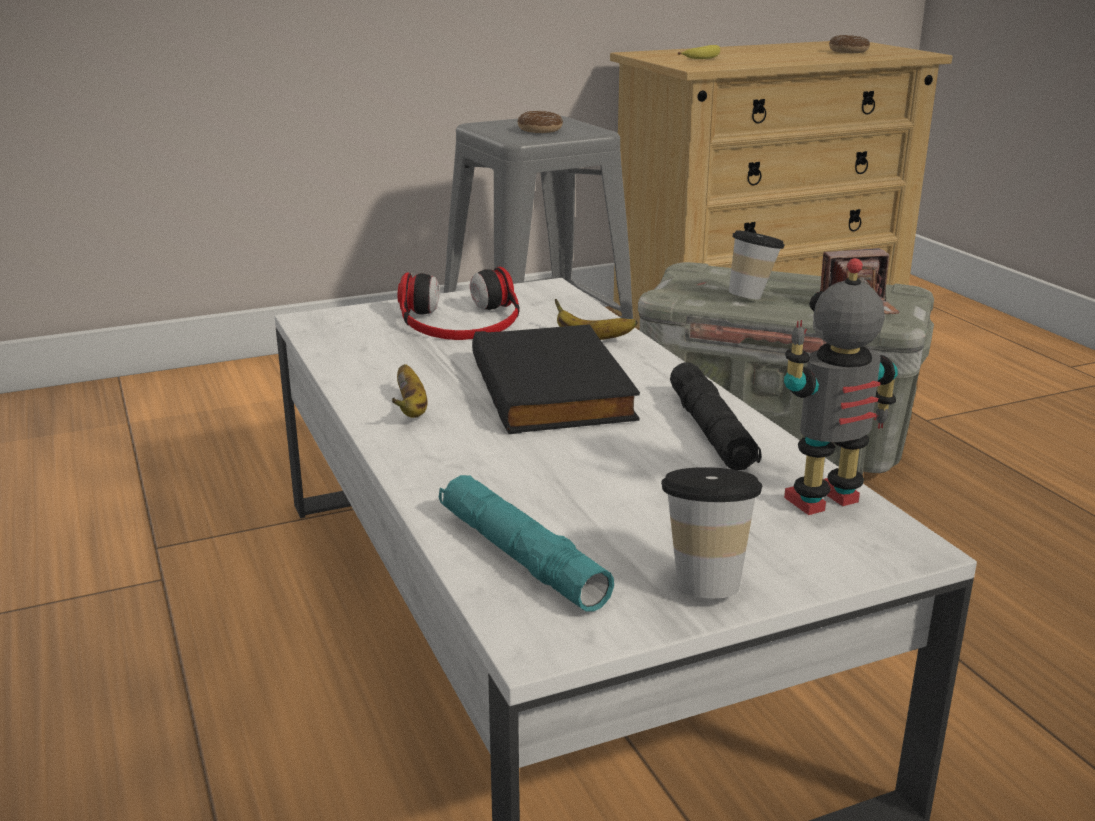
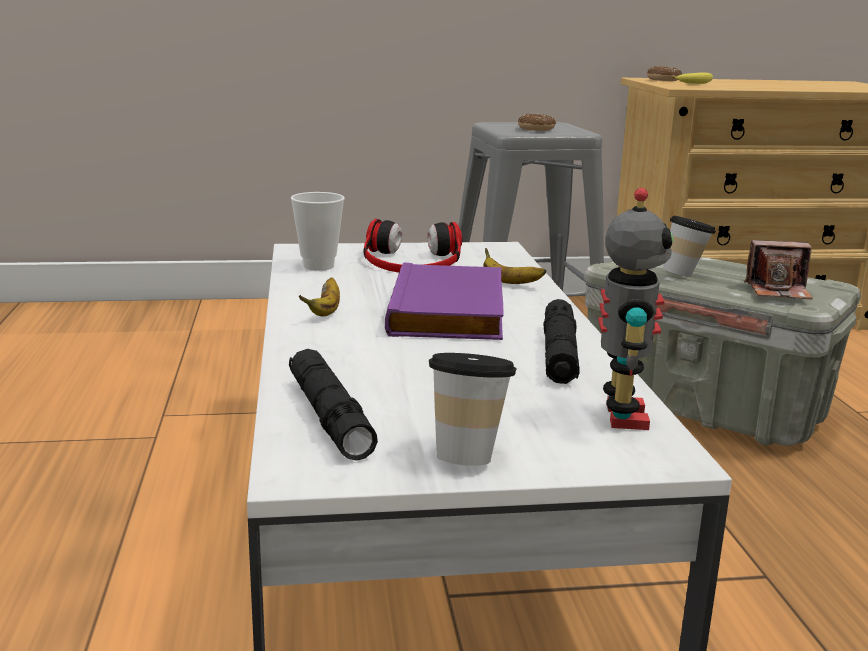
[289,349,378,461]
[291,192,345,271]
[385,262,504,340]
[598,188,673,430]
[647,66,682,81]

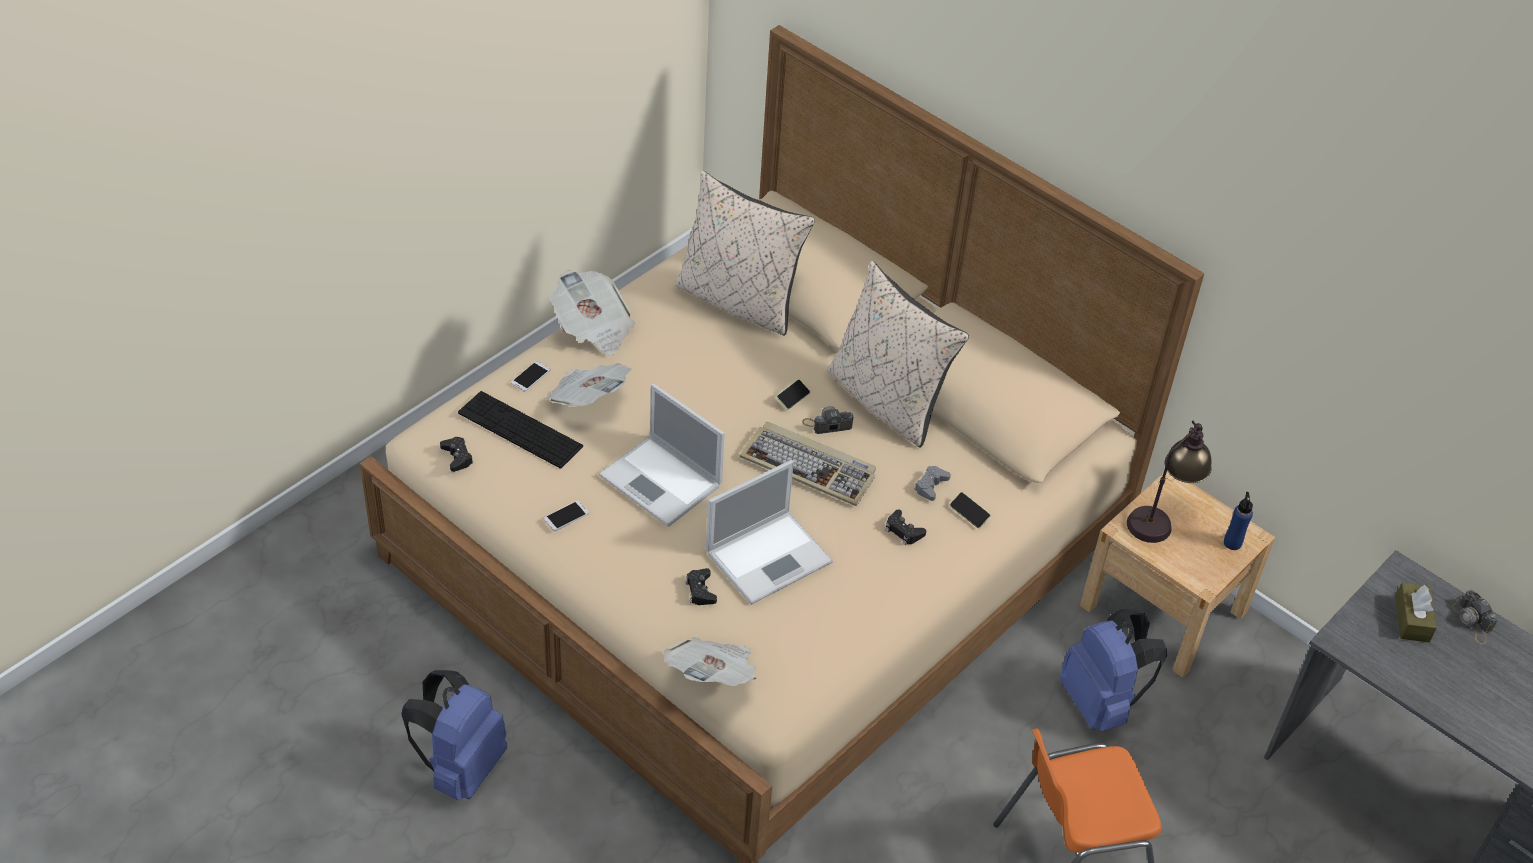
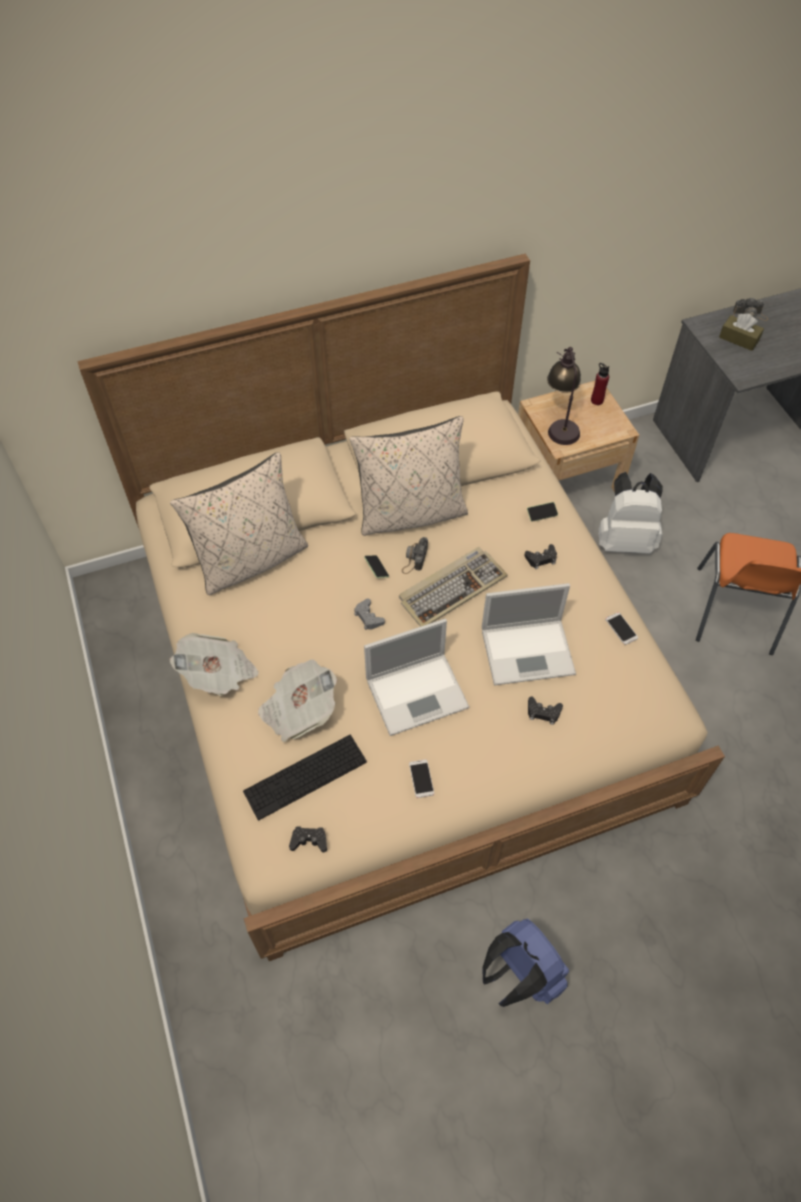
[354,599,385,630]
[482,583,576,685]
[591,363,609,405]
[598,472,663,554]
[605,612,638,645]
[663,637,756,686] (first image)

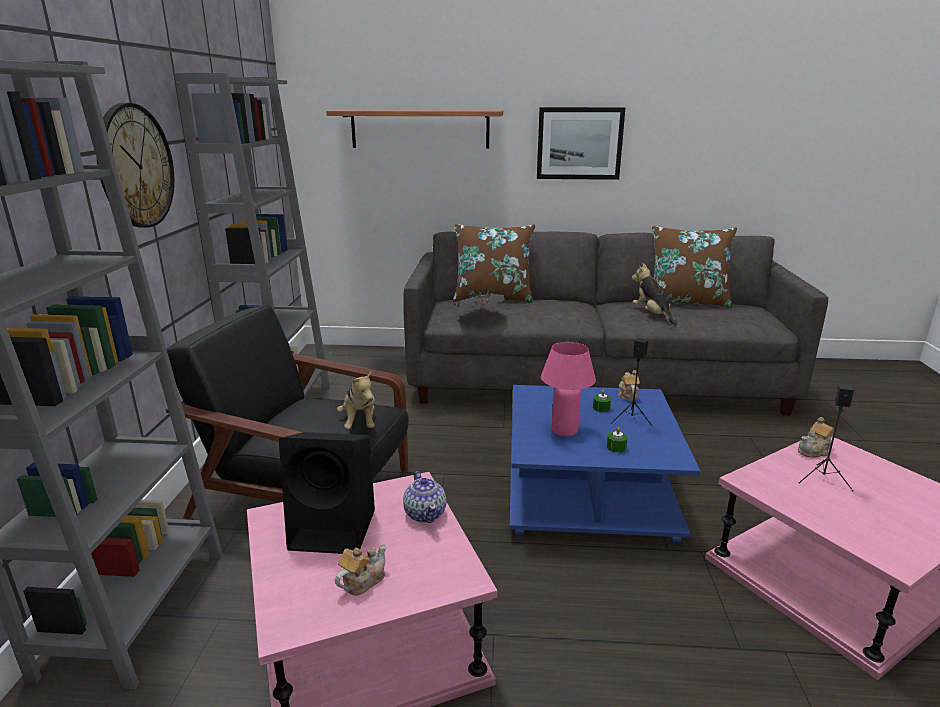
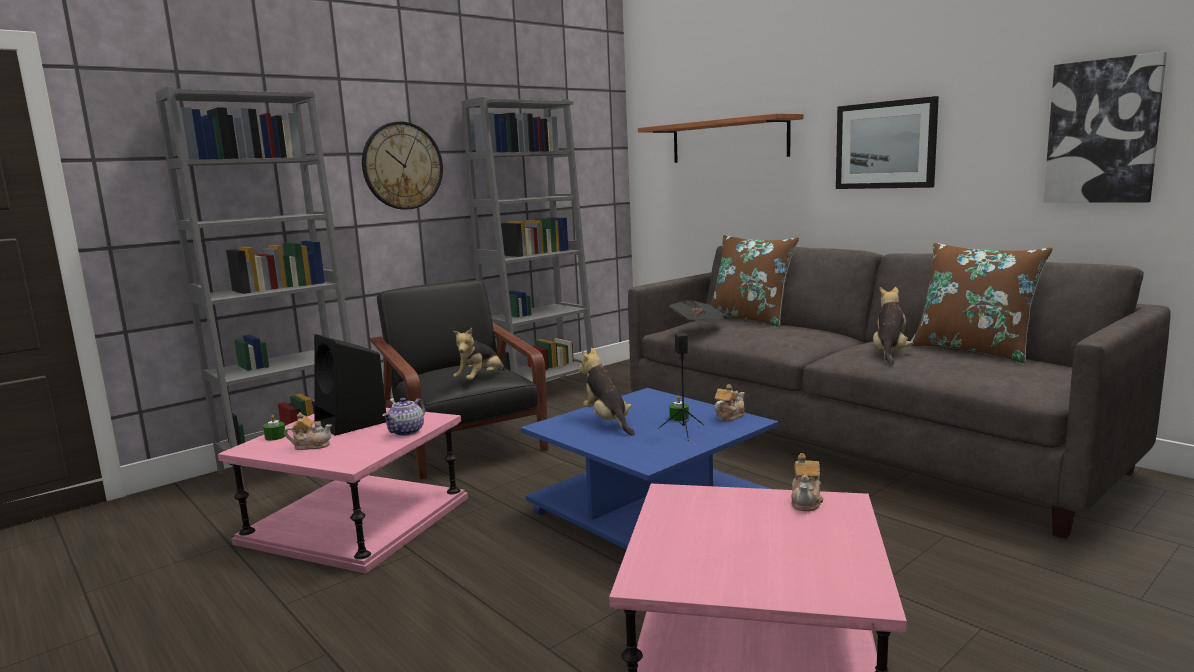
[263,415,286,441]
[578,348,635,436]
[791,453,823,511]
[1043,52,1167,203]
[799,384,854,491] (first image)

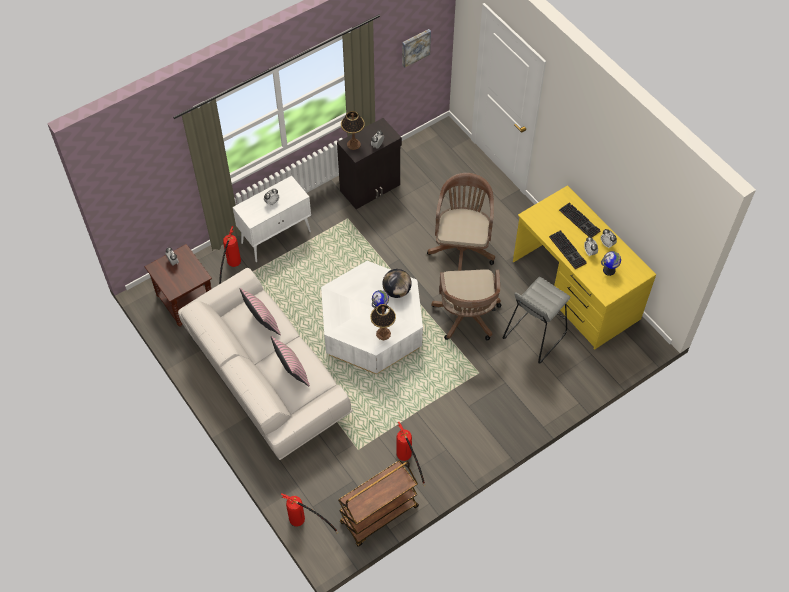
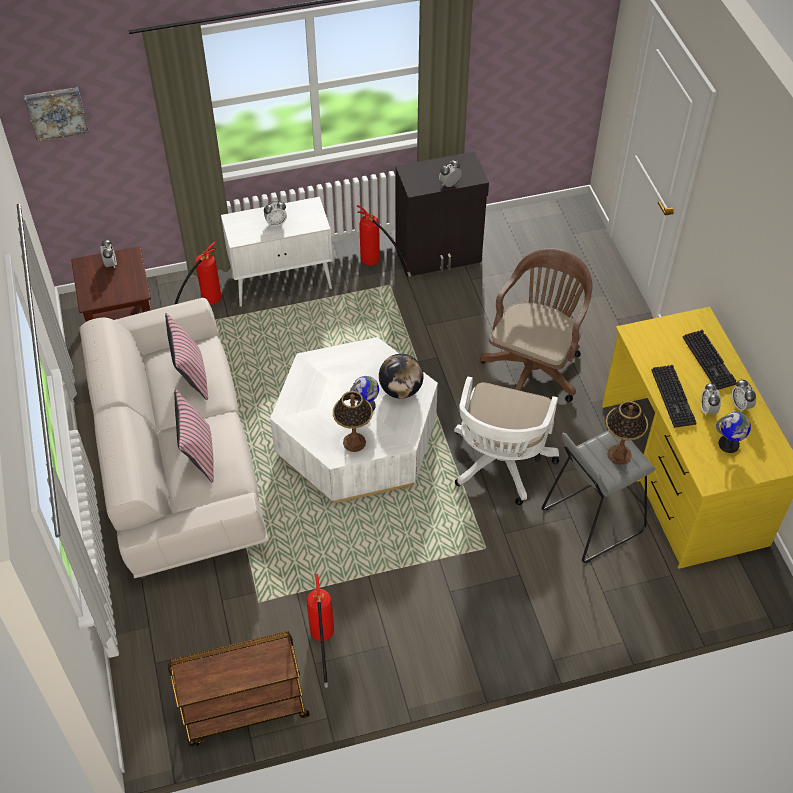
[24,87,89,142]
[357,205,411,277]
[454,376,559,505]
[606,401,648,465]

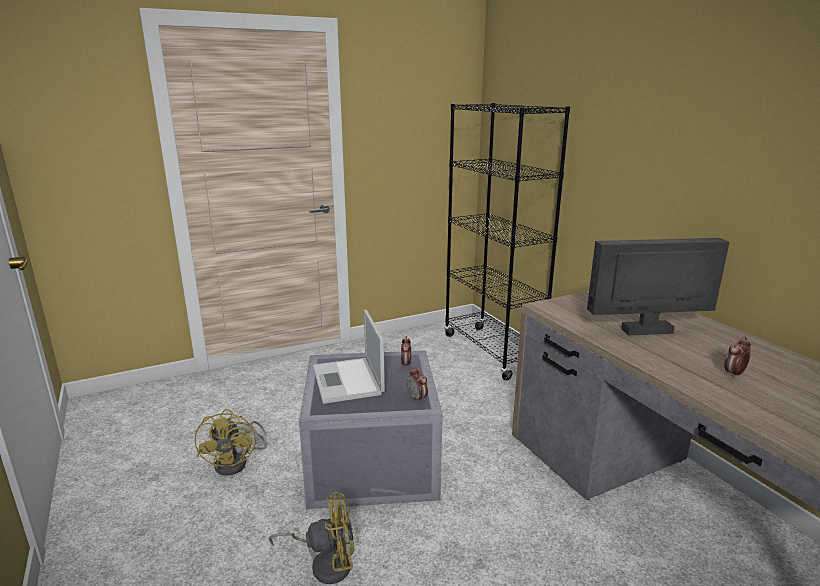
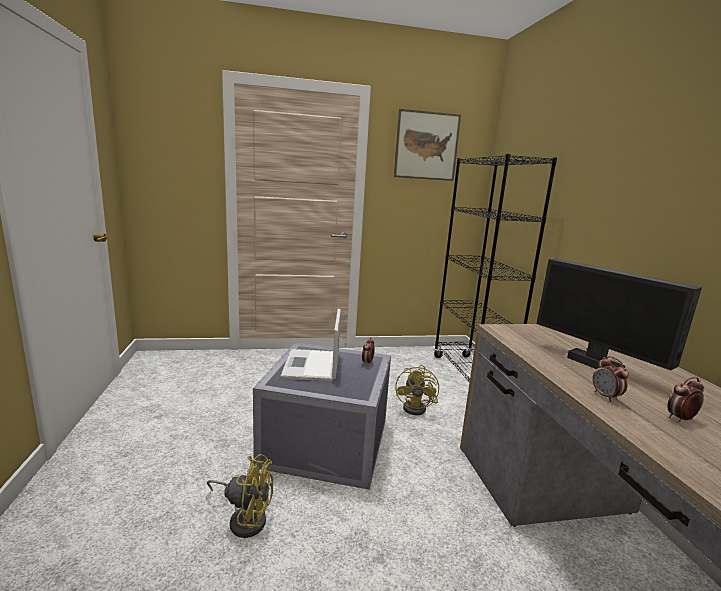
[394,109,461,181]
[395,365,439,415]
[537,259,702,370]
[593,356,629,402]

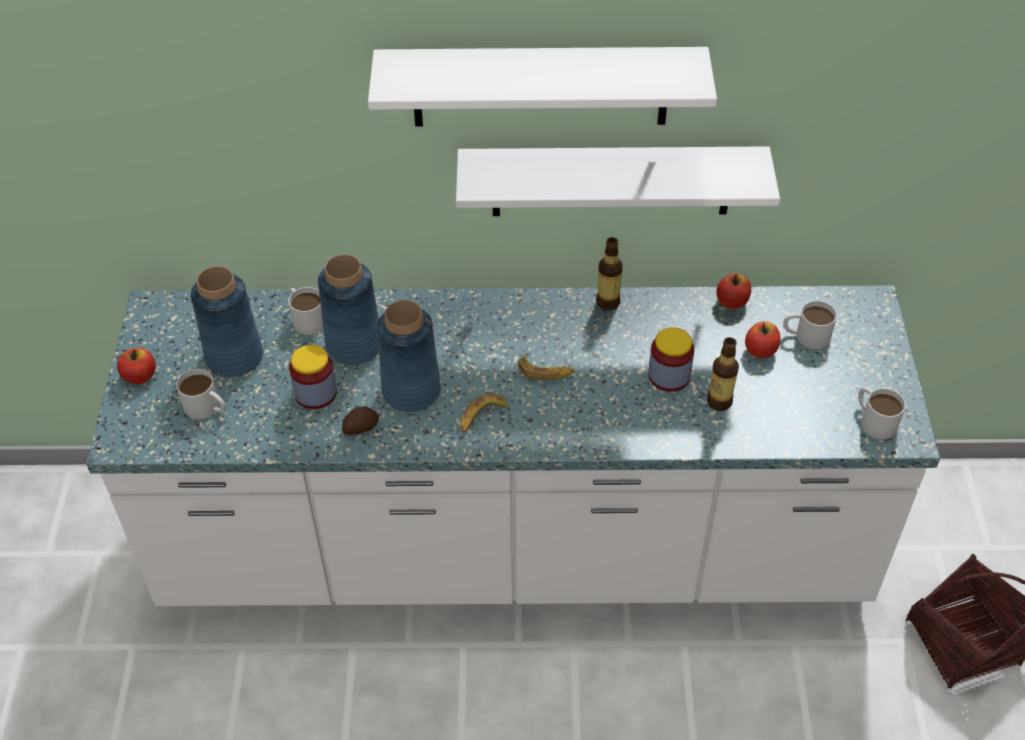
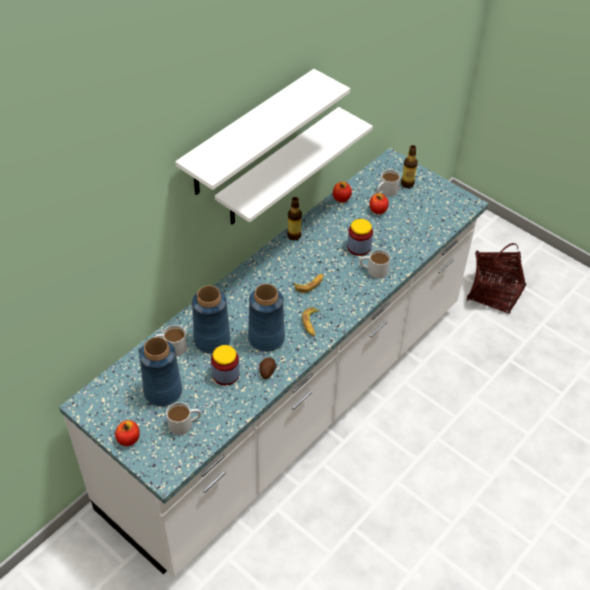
[360,249,390,279]
[401,145,418,188]

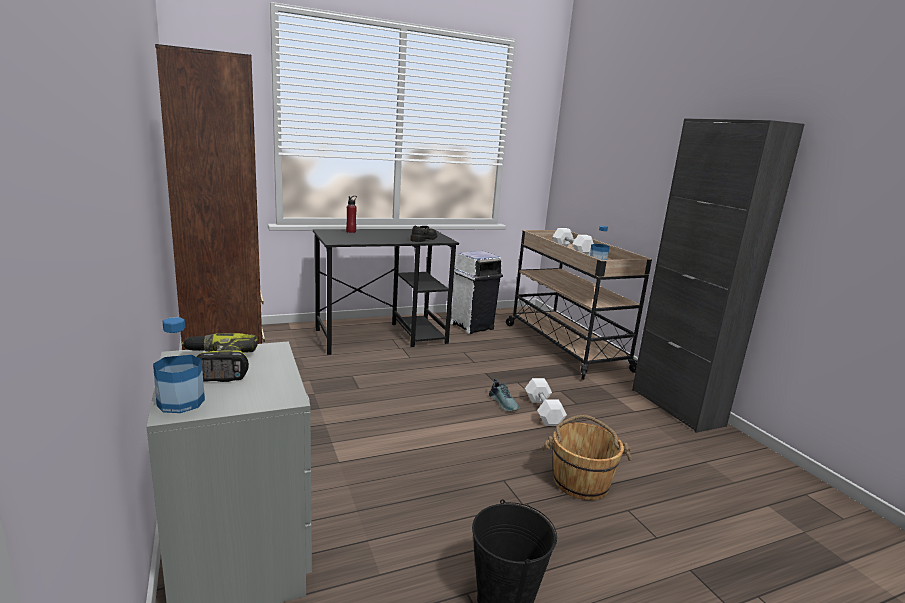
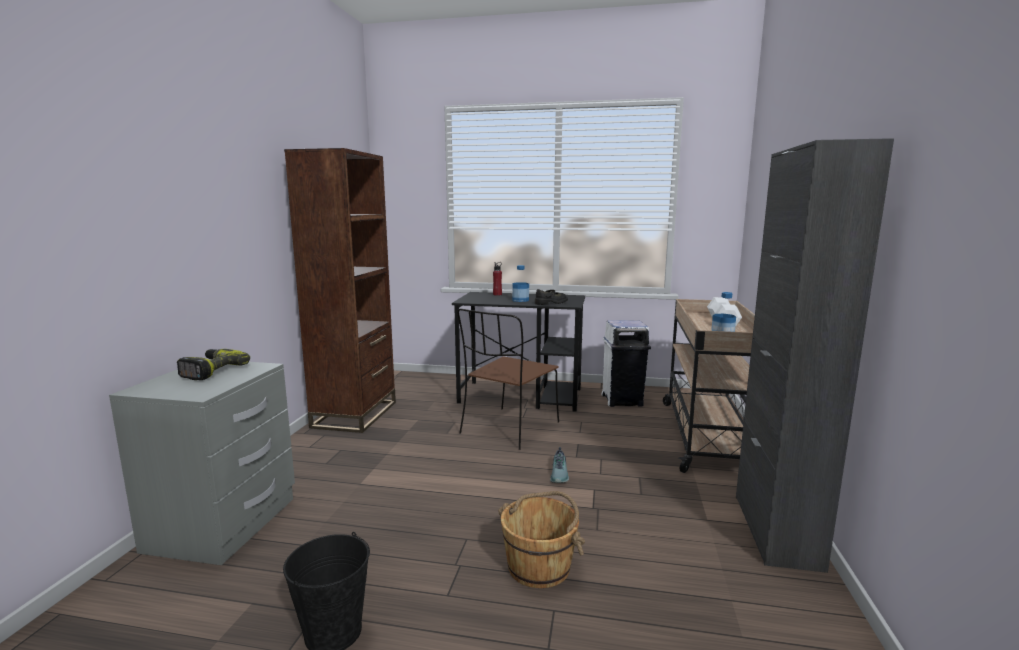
[457,309,559,450]
[512,265,529,302]
[525,378,567,426] (first image)

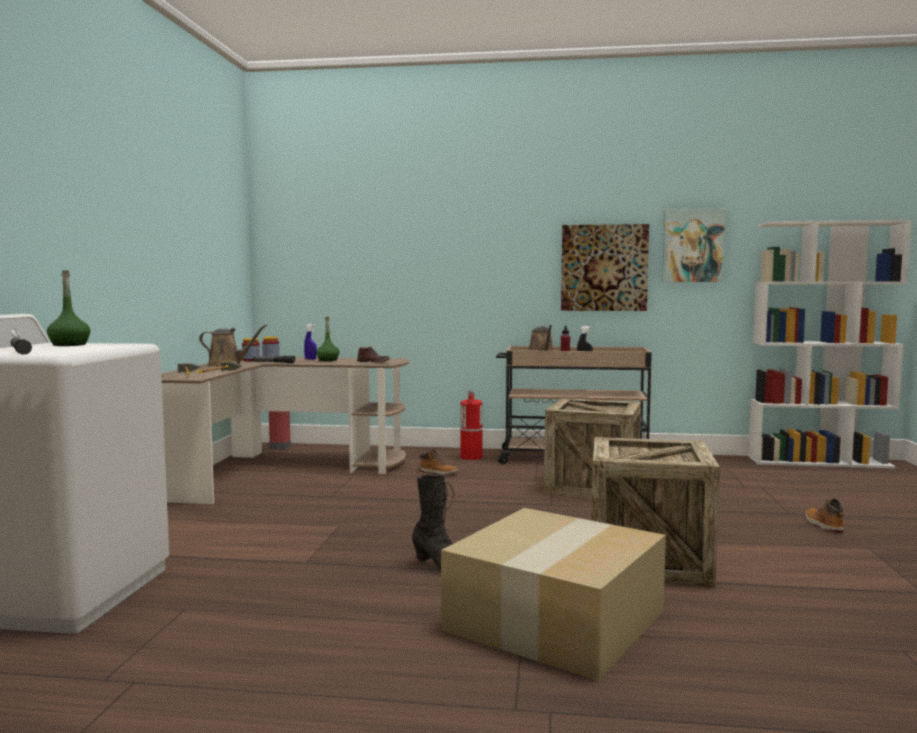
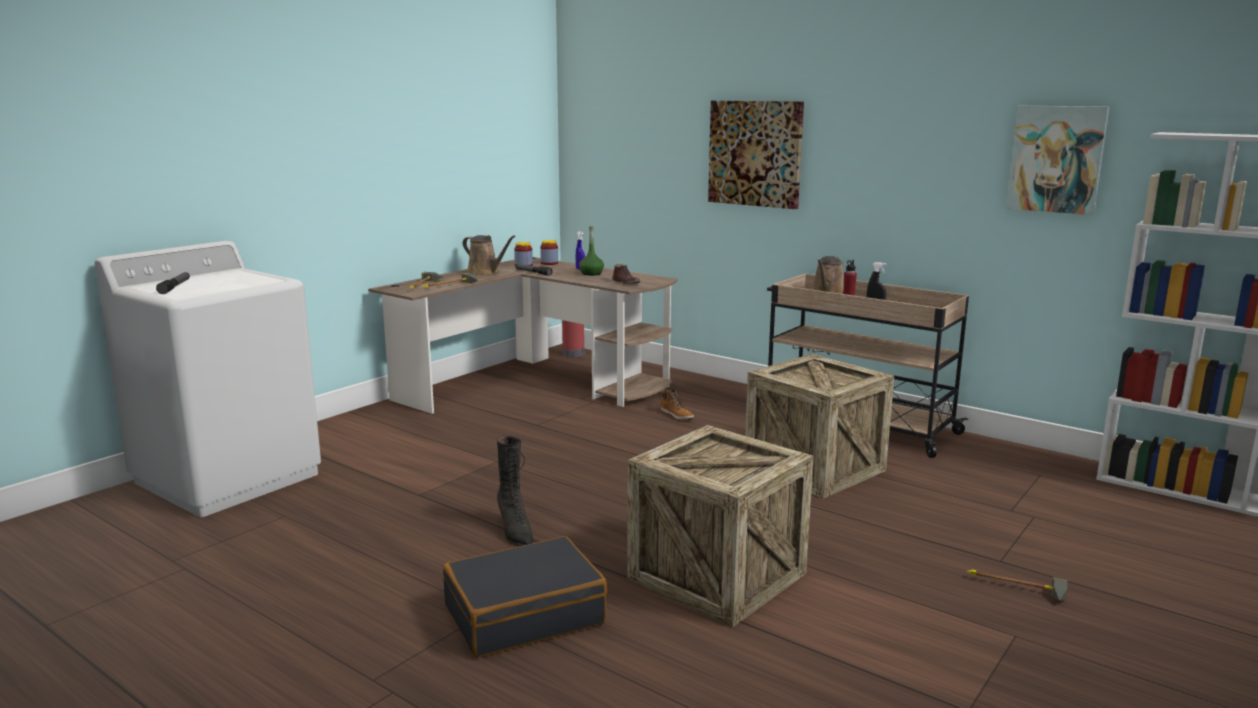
[443,536,607,658]
[708,100,804,209]
[967,570,1068,601]
[47,270,90,346] (first image)
[460,390,483,460] (first image)

